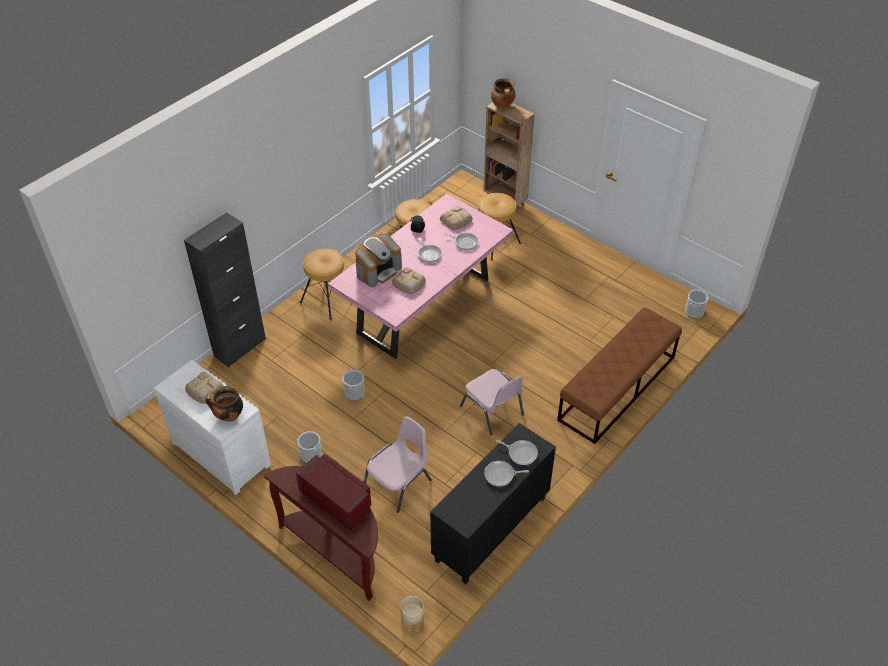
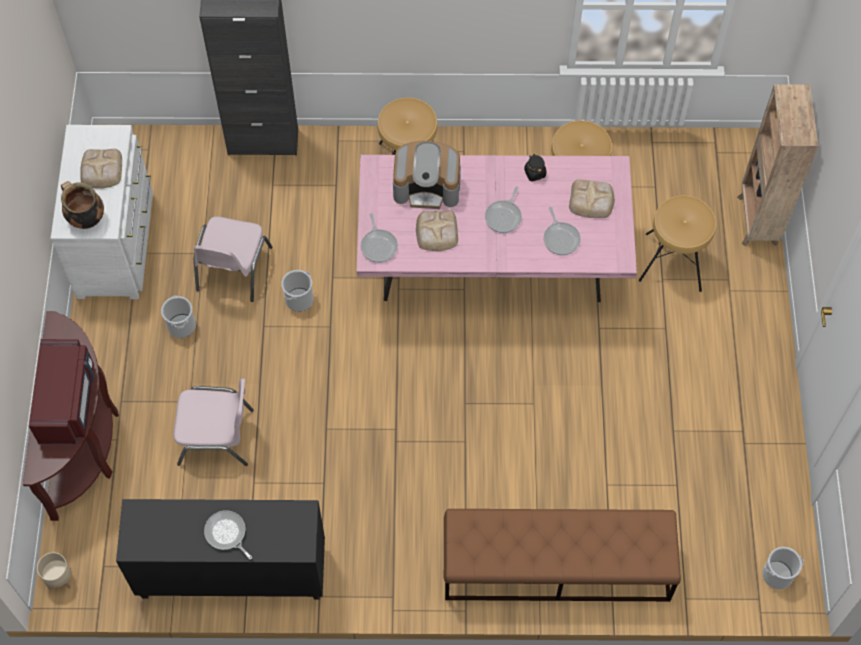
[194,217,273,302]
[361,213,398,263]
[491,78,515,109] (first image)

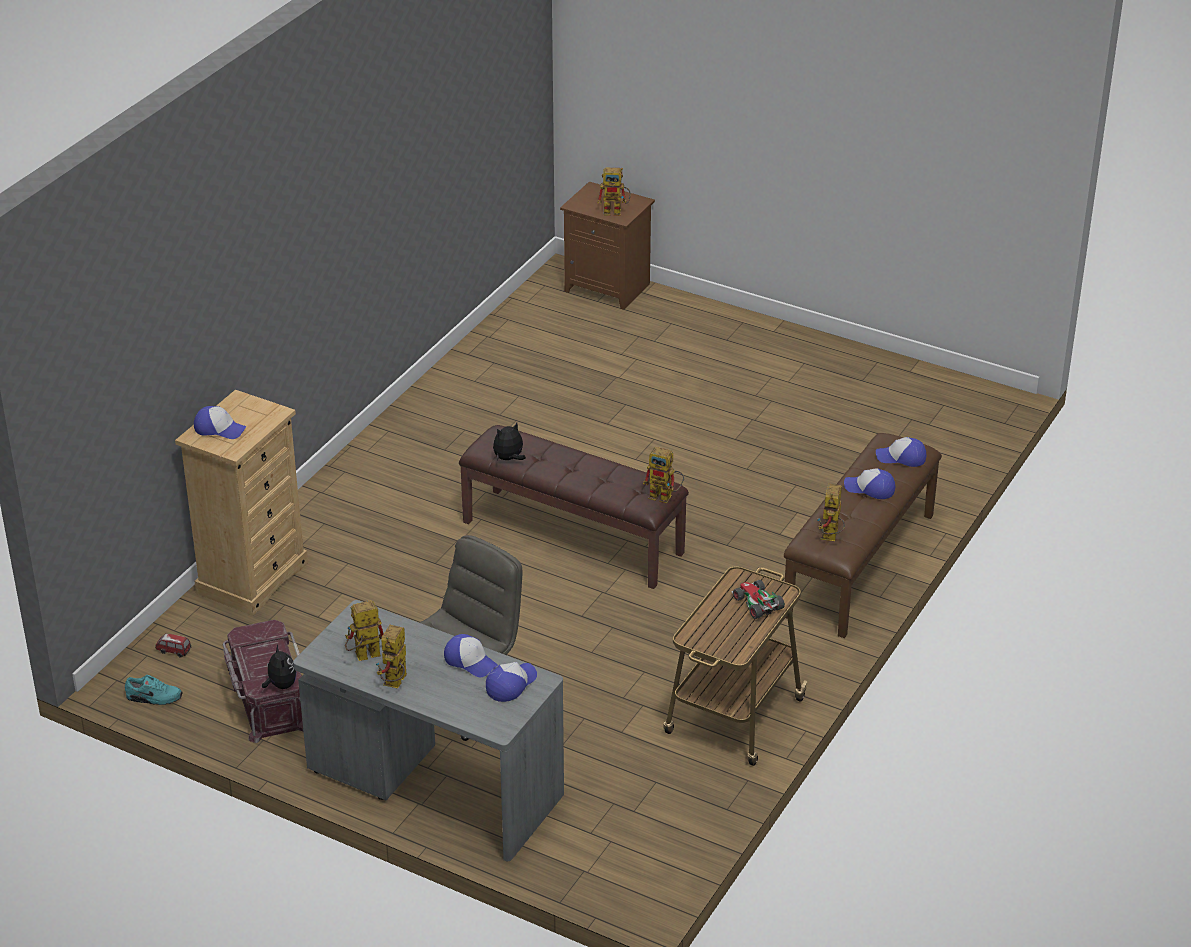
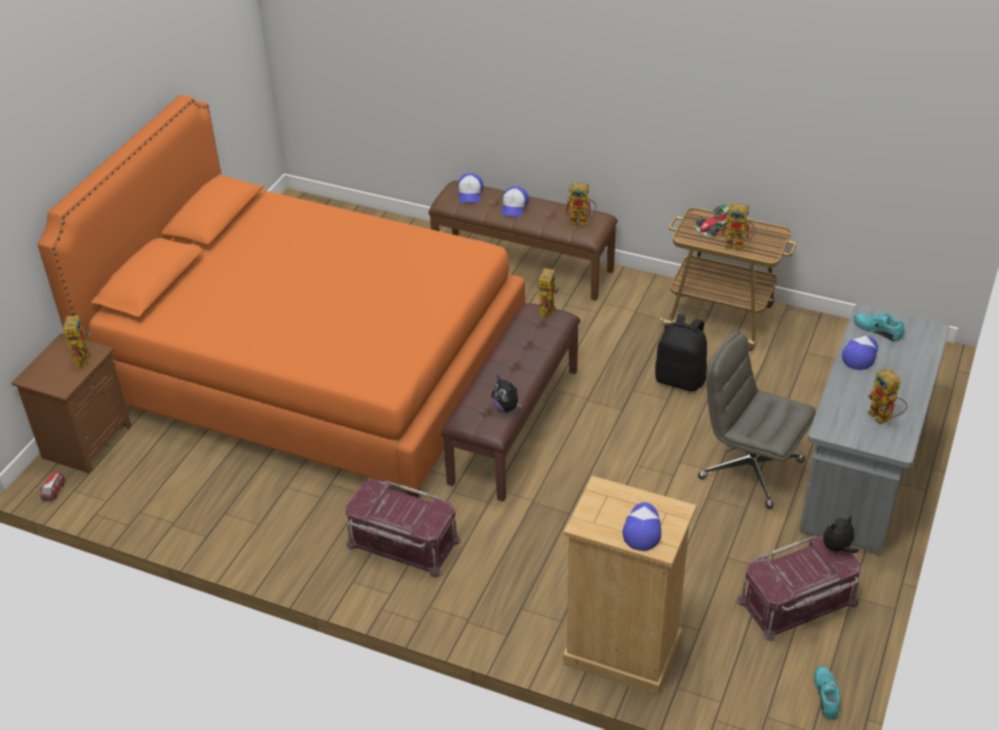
[38,95,525,498]
[40,472,65,501]
[345,479,461,578]
[655,314,707,392]
[720,203,755,251]
[854,314,904,341]

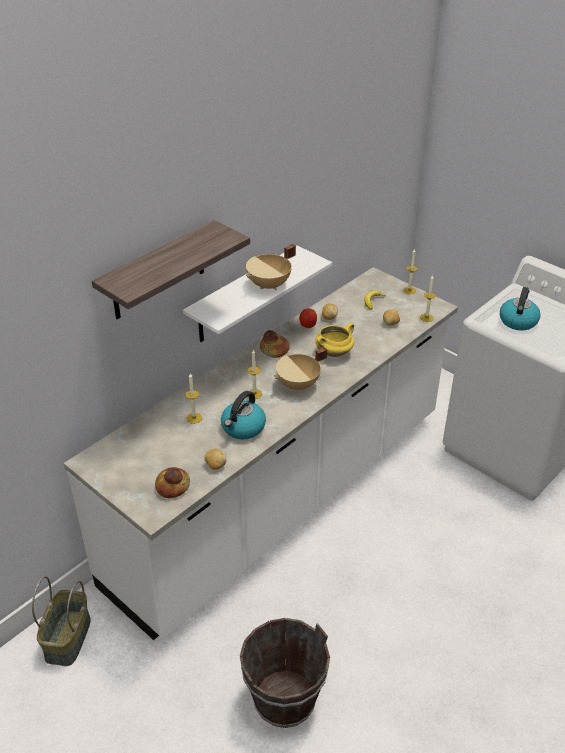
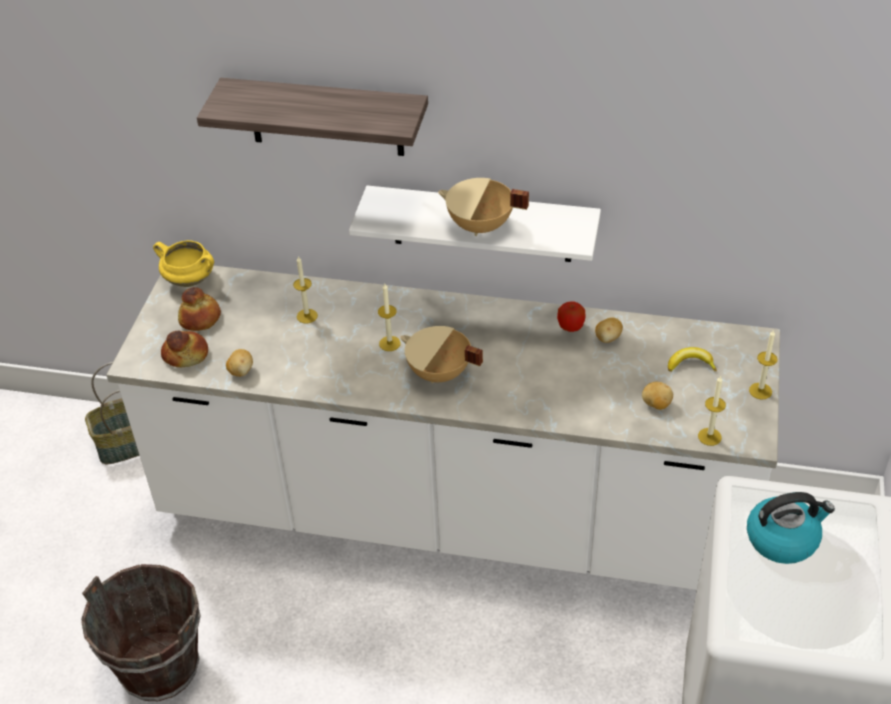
[153,240,214,287]
[178,287,221,331]
[221,391,266,440] (first image)

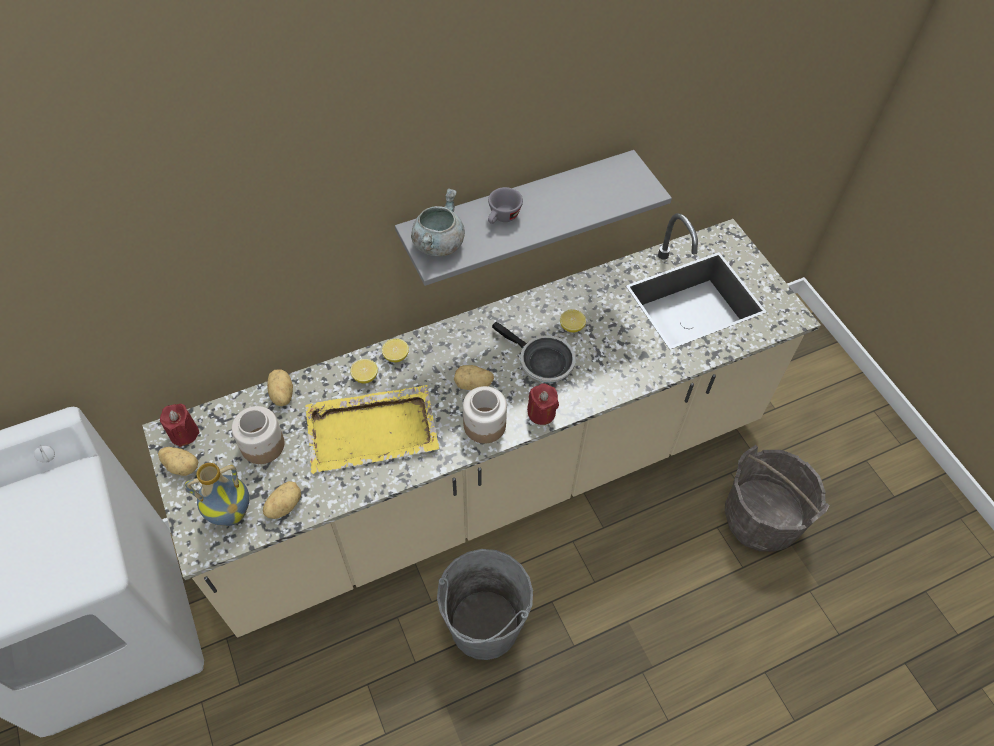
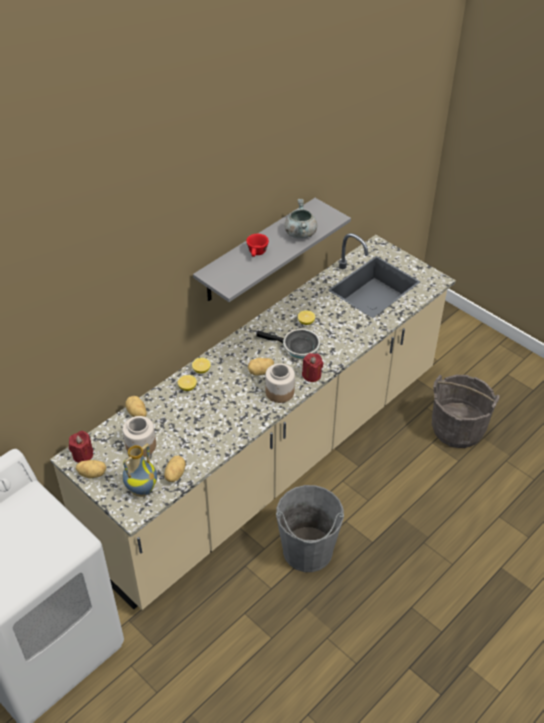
[246,234,269,257]
[285,199,317,239]
[305,385,439,474] (first image)

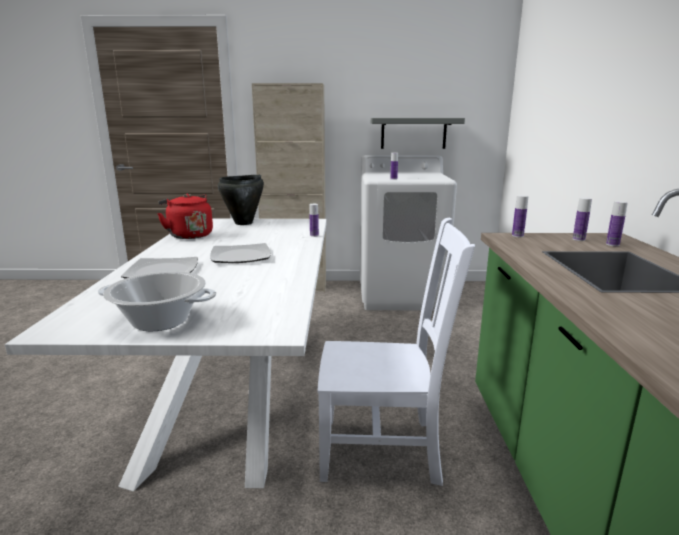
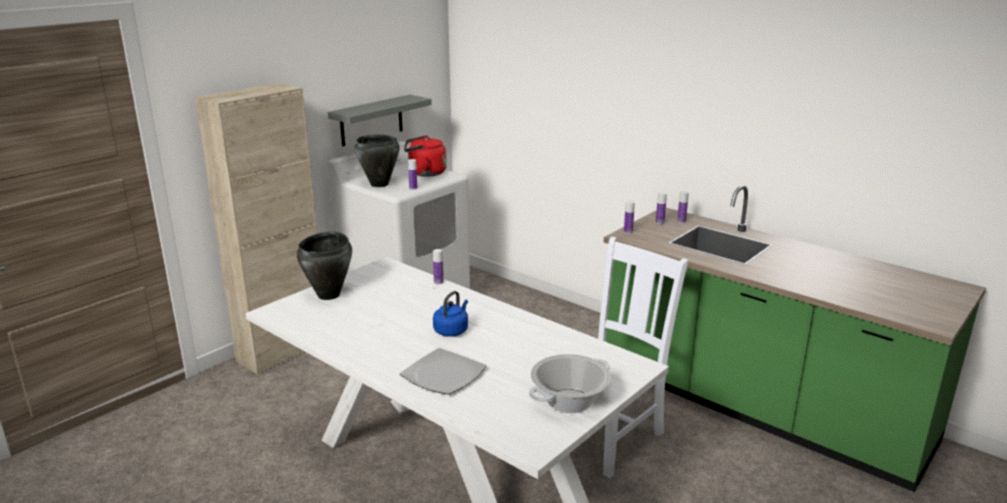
[355,134,400,187]
[404,135,447,177]
[433,291,468,337]

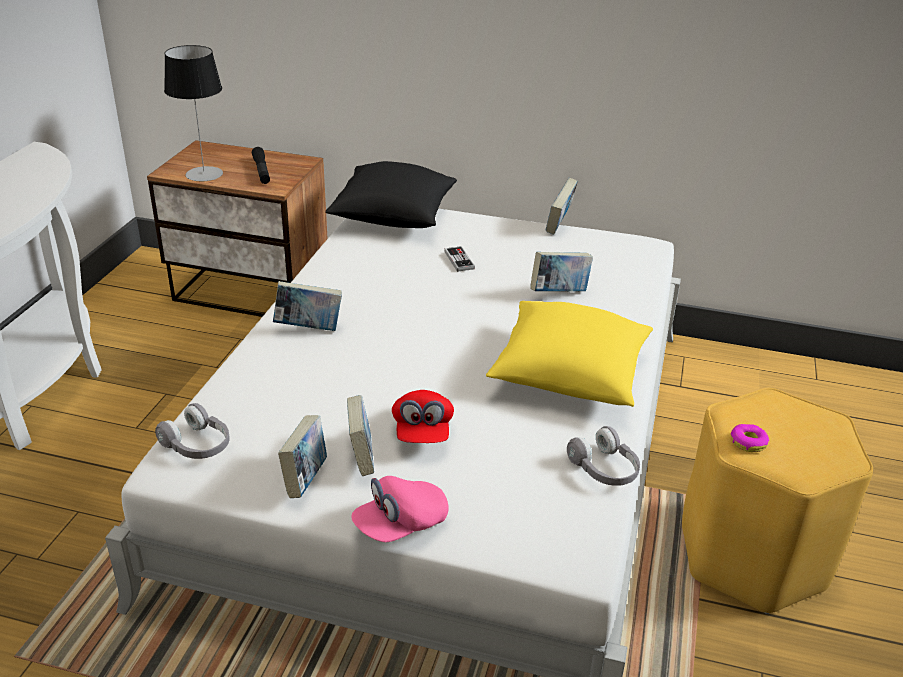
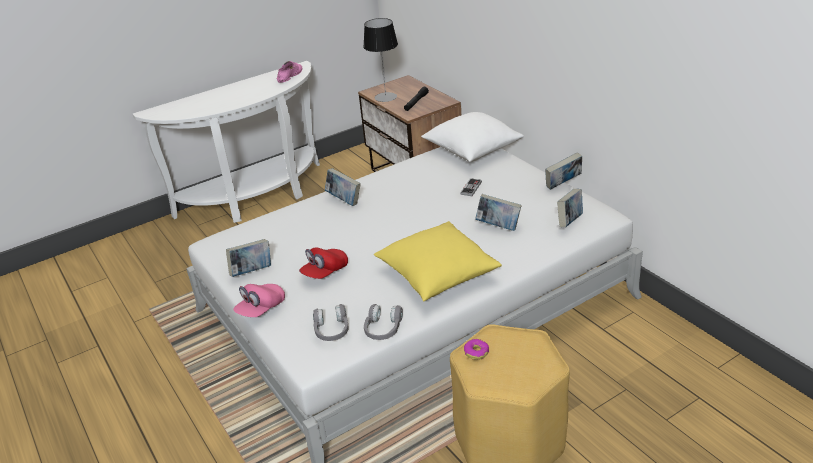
[233,284,285,317]
[277,61,302,83]
[313,304,349,341]
[421,112,524,162]
[557,189,583,227]

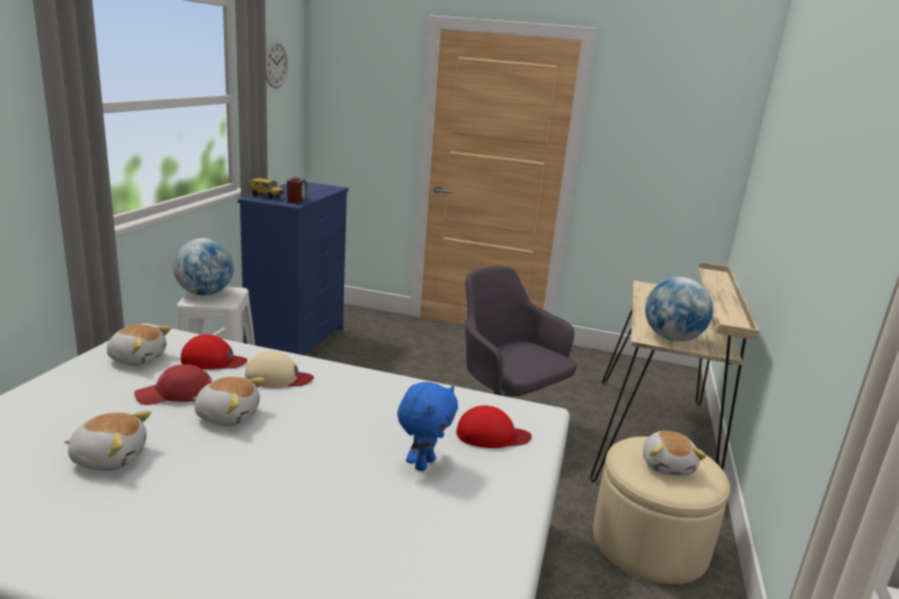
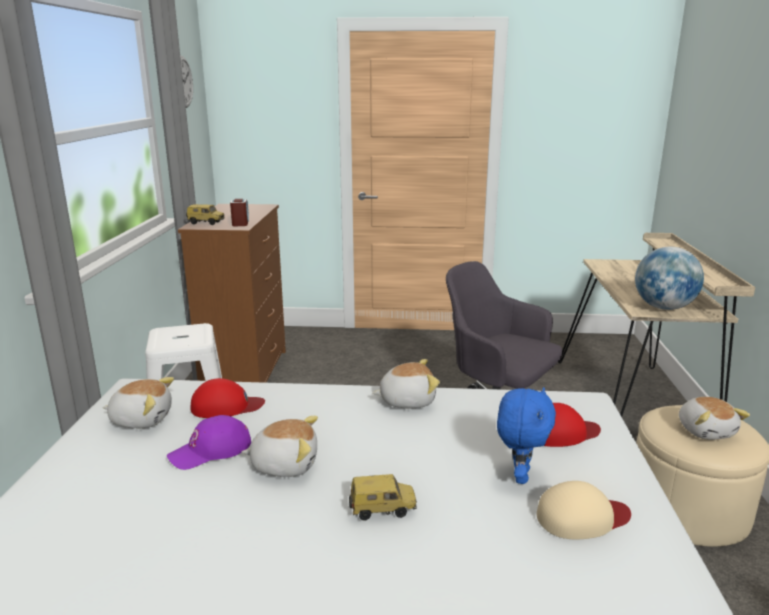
[167,415,251,470]
[178,204,286,383]
[349,474,417,521]
[372,359,440,408]
[537,481,631,539]
[173,238,234,296] (first image)

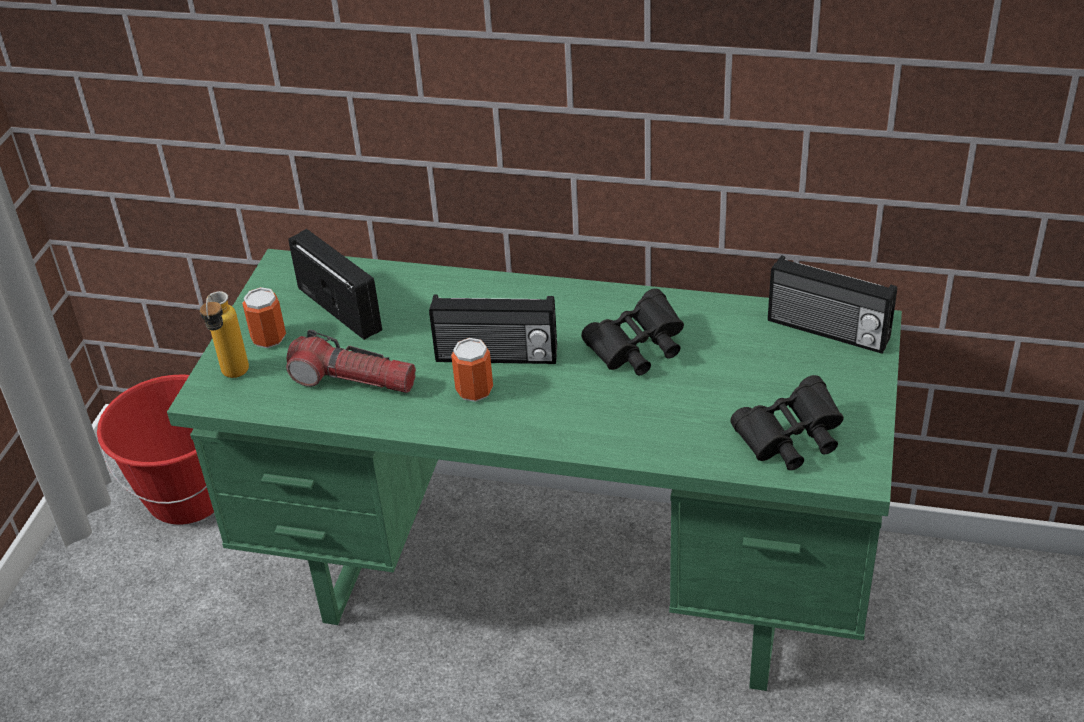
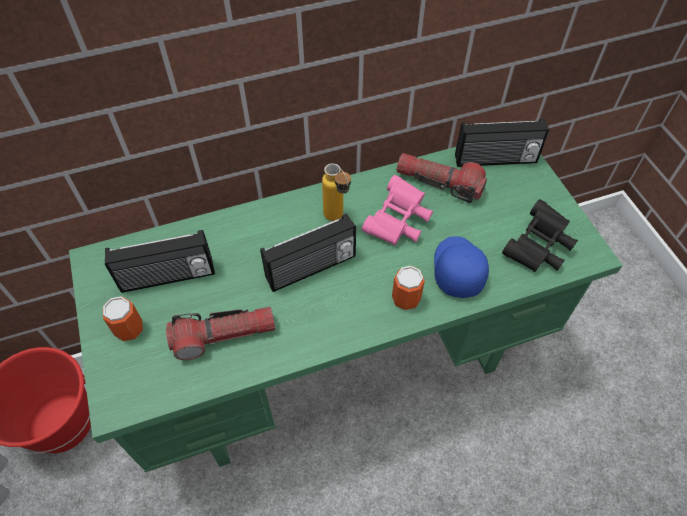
[105,230,215,293]
[322,163,351,221]
[362,175,433,245]
[392,266,425,310]
[397,153,487,203]
[434,236,489,298]

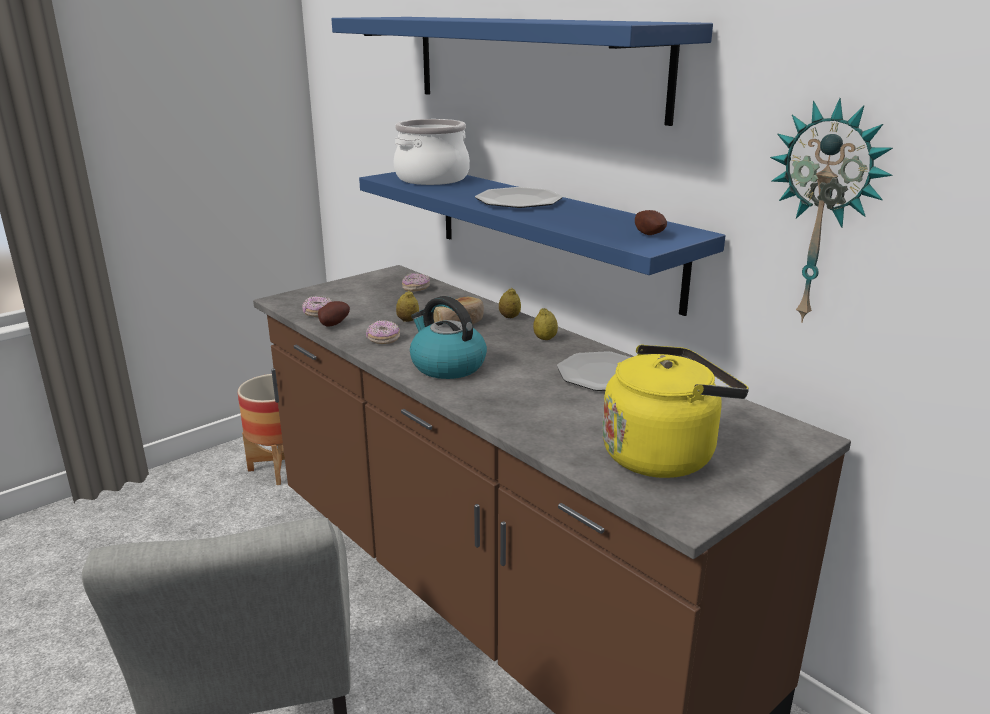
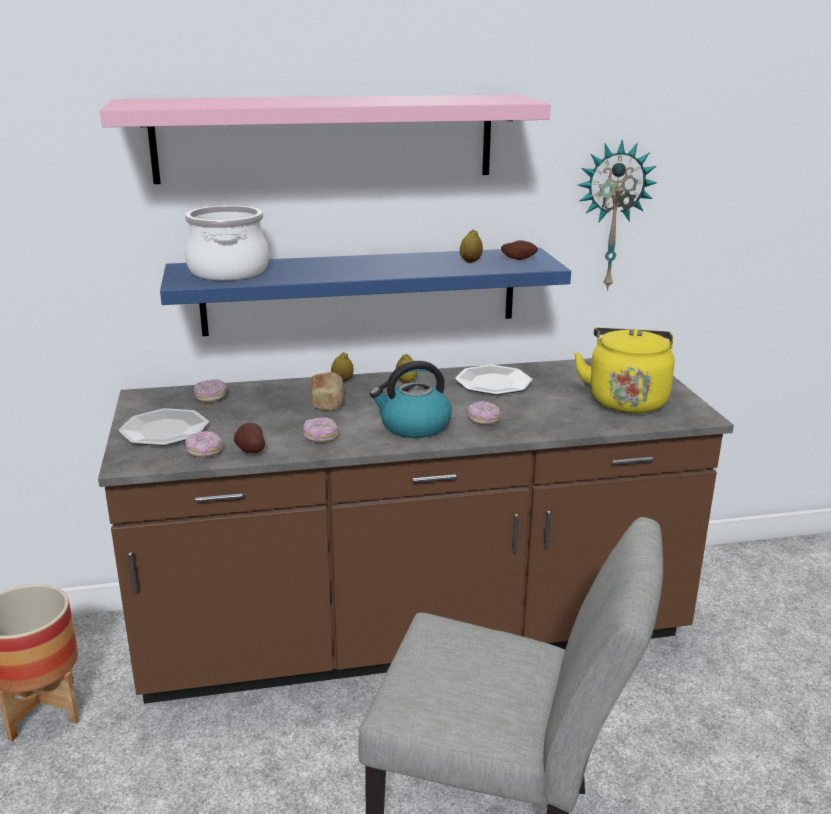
[100,95,551,184]
[119,408,209,446]
[460,229,483,263]
[467,401,501,425]

